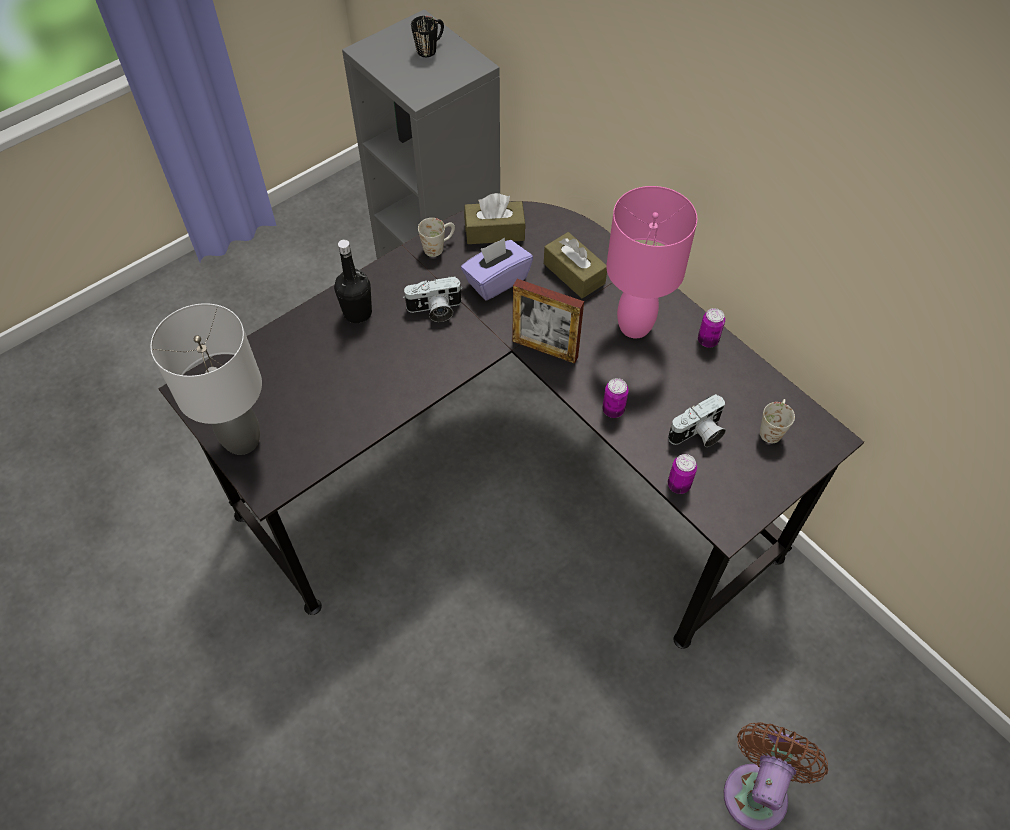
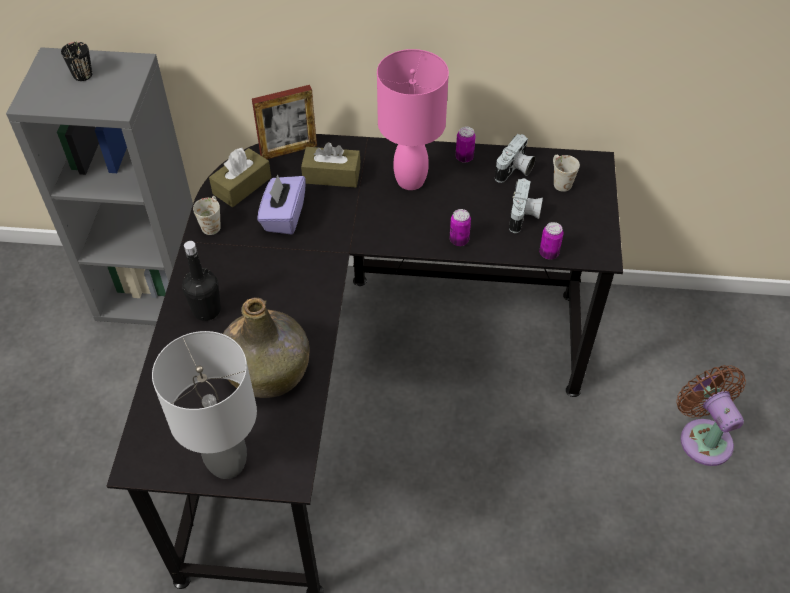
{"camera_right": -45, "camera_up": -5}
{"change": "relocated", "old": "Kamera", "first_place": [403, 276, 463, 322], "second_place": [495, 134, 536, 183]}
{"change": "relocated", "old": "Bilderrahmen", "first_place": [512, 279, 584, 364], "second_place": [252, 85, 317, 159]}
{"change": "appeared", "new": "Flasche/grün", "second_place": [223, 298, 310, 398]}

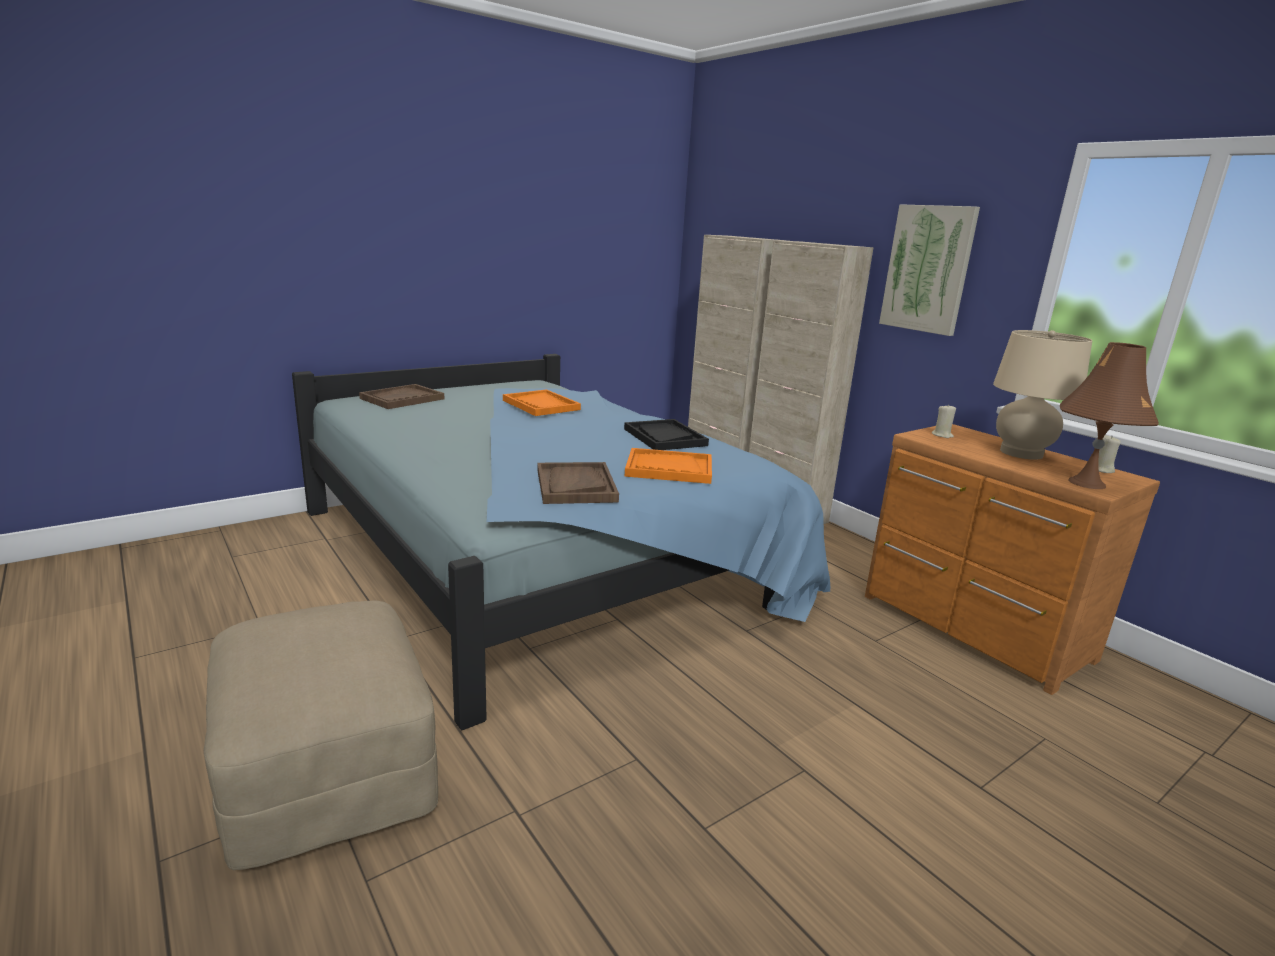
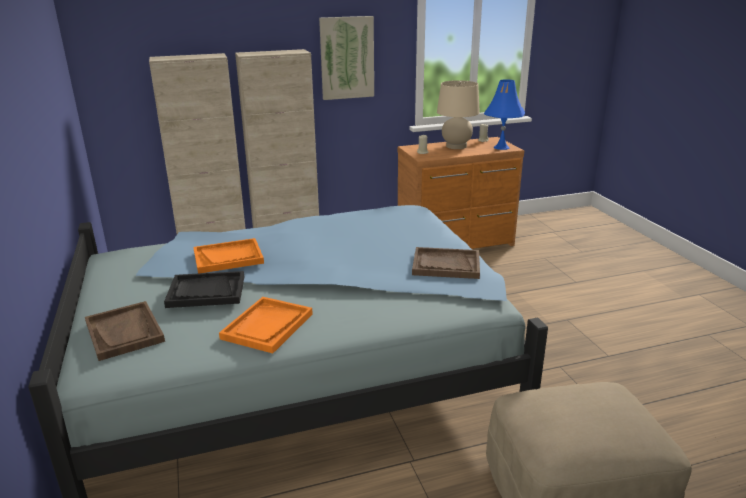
{"camera_right": -70, "camera_up": 5}
{"change": "colour", "old": "Tischlampe/braun", "new": "Tischlampe/blau", "first_place": [1060, 342, 1159, 489], "second_place": [484, 79, 525, 150]}
{"change": "relocated", "old": "Tablett/schwarz", "first_place": [624, 419, 709, 450], "second_place": [164, 271, 244, 308]}
{"change": "relocated", "old": "Tablett/orange", "first_place": [625, 448, 712, 484], "second_place": [219, 297, 313, 353]}

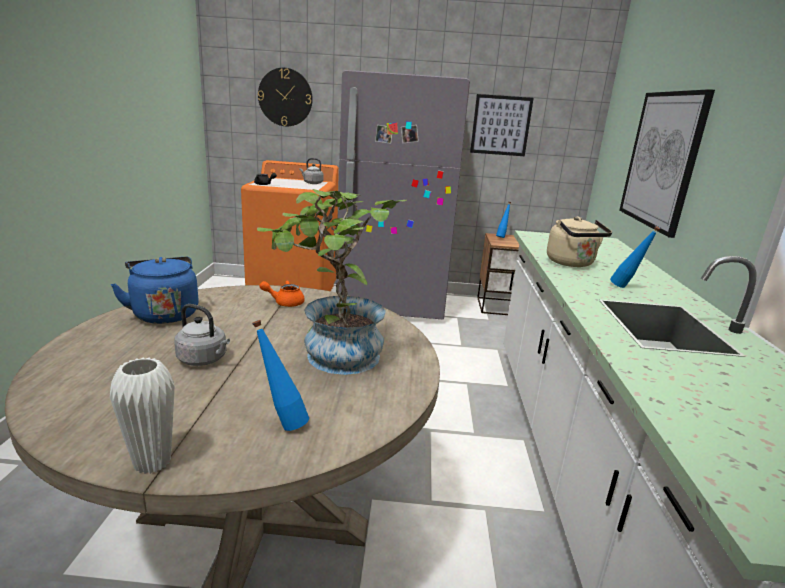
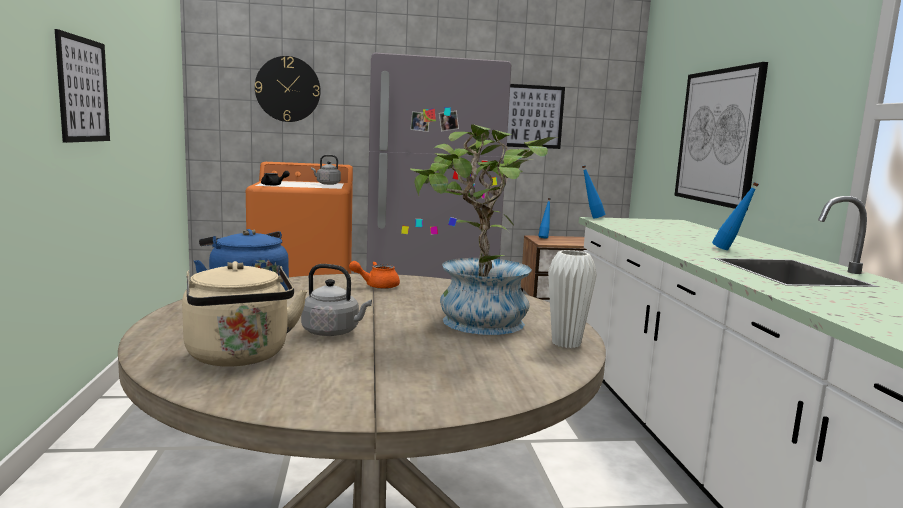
{"camera_right": -10, "camera_up": -10}
{"change": "relocated", "old": "Wasserkessel/beige", "first_place": [547, 217, 612, 267], "second_place": [182, 261, 308, 367]}
{"change": "relocated", "old": "Flasche/blau", "first_place": [252, 320, 309, 431], "second_place": [582, 165, 606, 219]}
{"change": "relocated", "old": "Vase/weiß", "first_place": [110, 357, 175, 474], "second_place": [548, 250, 597, 348]}
{"change": "appeared", "new": "Bild", "second_place": [55, 29, 110, 143]}

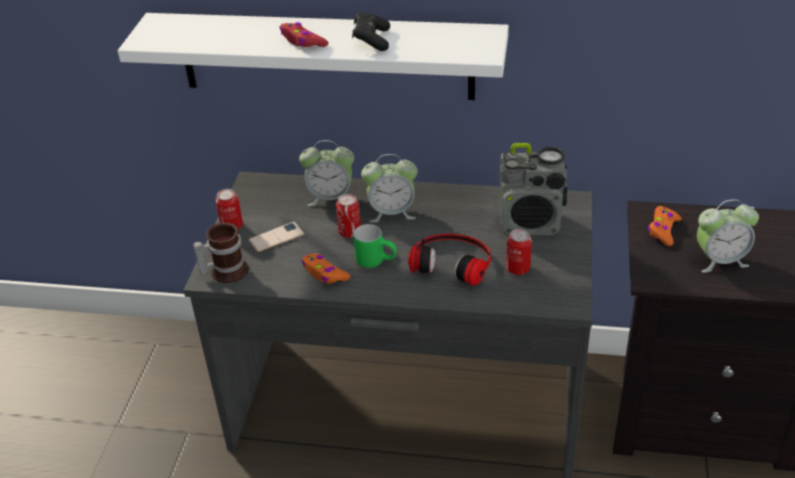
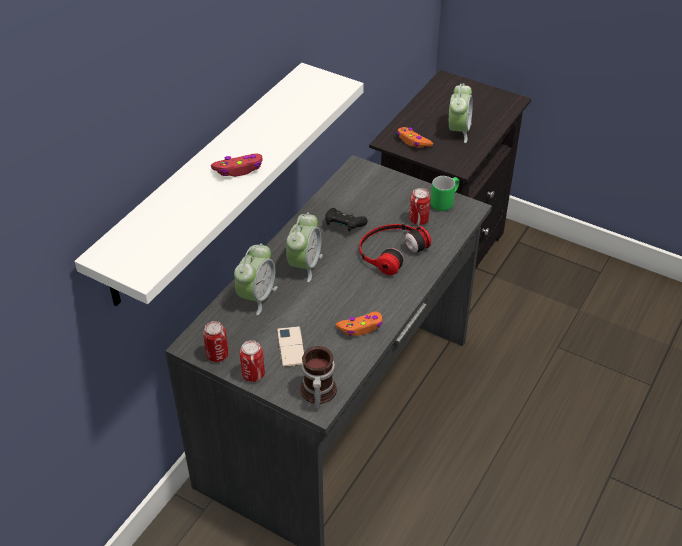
{"camera_right": -70, "camera_up": 5}
{"change": "relocated", "old": "Gamepad/schwarz", "first_place": [352, 12, 390, 51], "second_place": [325, 208, 368, 232]}
{"change": "missing", "old": "Radio", "first_place": [499, 143, 567, 235]}
{"change": "relocated", "old": "Dose", "first_place": [336, 194, 361, 238], "second_place": [203, 321, 229, 362]}
{"change": "relocated", "old": "Henkelbecher/grün", "first_place": [354, 224, 397, 268], "second_place": [431, 176, 459, 211]}

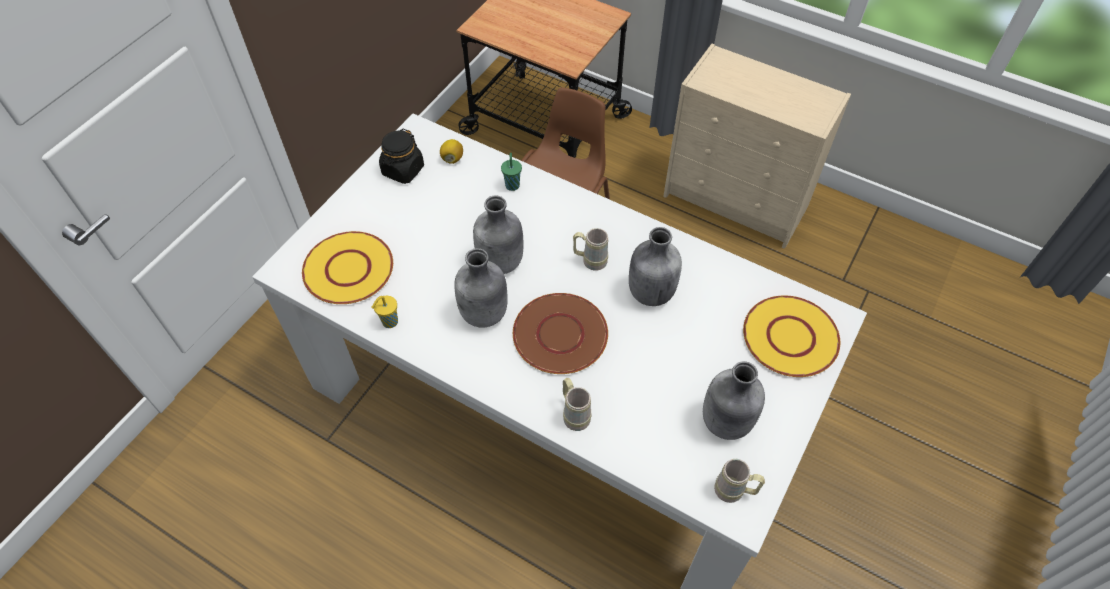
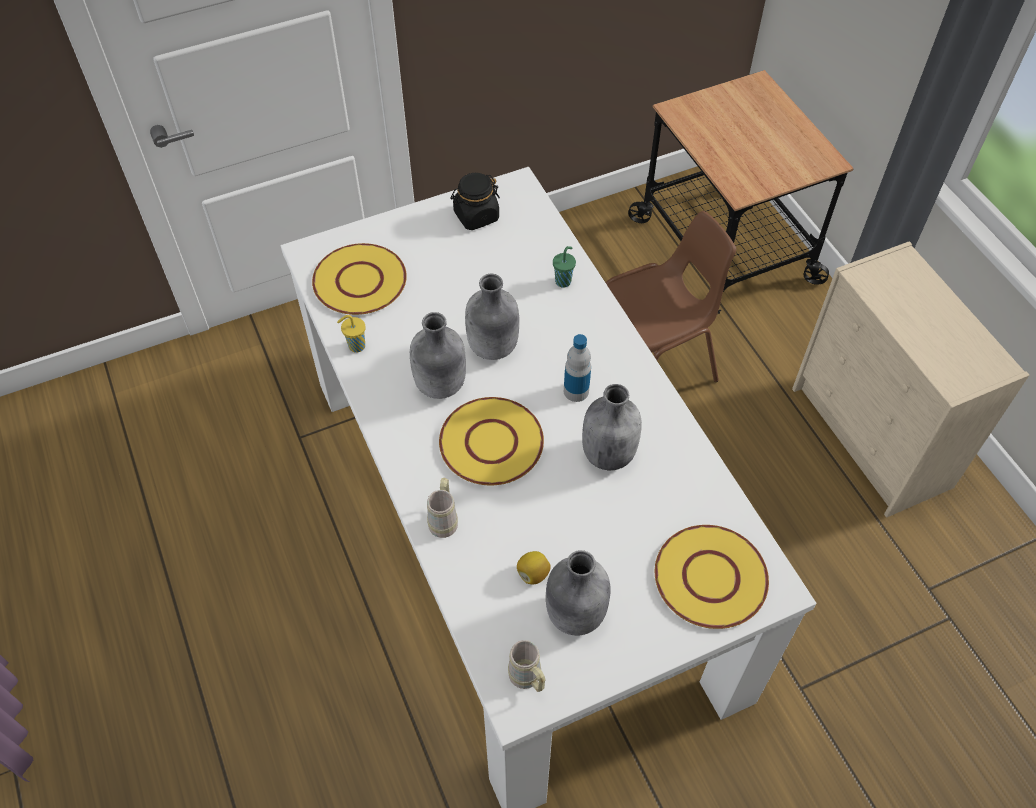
{"camera_right": 35, "camera_up": 0}
{"change": "relocated", "old": "Zitrone", "first_place": [440, 139, 463, 164], "second_place": [517, 551, 551, 585]}
{"change": "exchanged", "old": "Henkelbecher/beige", "new": "Flasche", "first_place": [573, 228, 608, 271], "second_place": [564, 334, 591, 402]}
{"change": "colour", "old": "Teller/braun", "new": "Teller/gelb", "first_place": [513, 293, 608, 374], "second_place": [439, 397, 544, 485]}

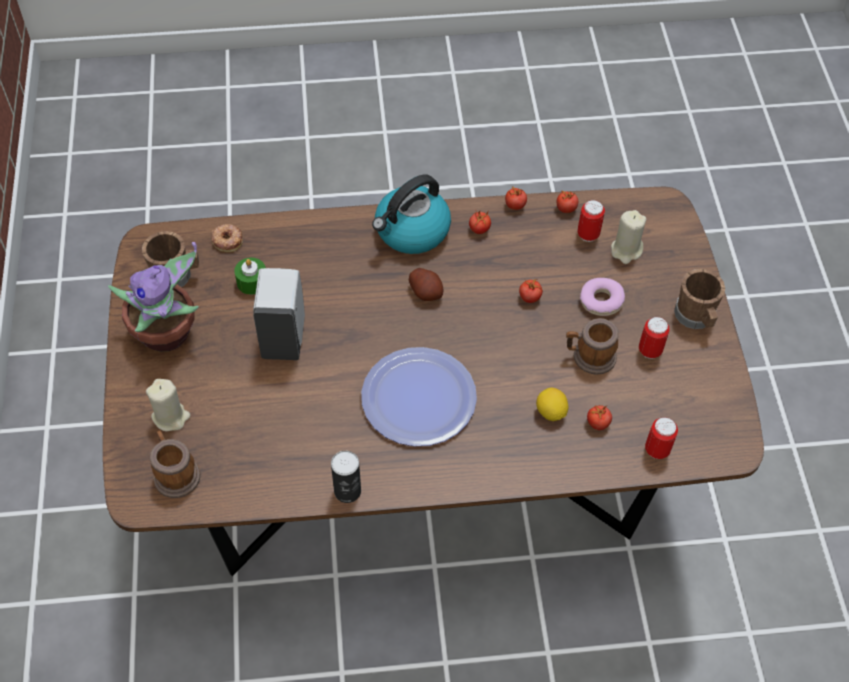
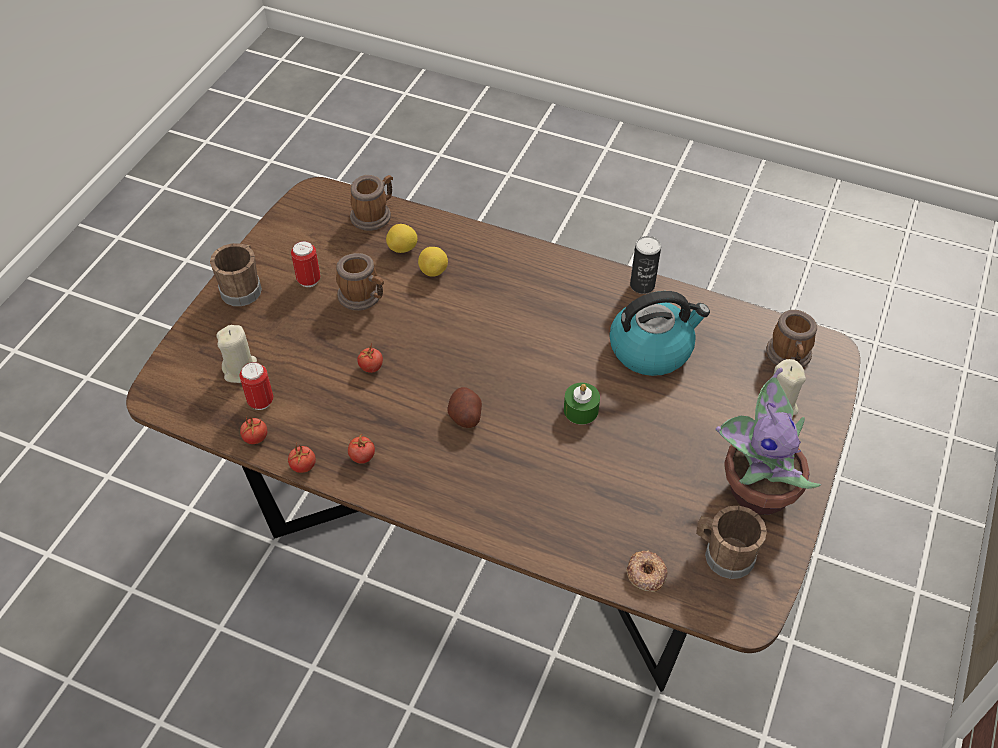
{"camera_right": -150, "camera_up": -5}
{"change": "relocated", "old": "Wasserkessel", "first_place": [372, 174, 451, 254], "second_place": [609, 291, 710, 376]}
{"change": "relocated", "old": "Kerze/grün", "first_place": [234, 258, 266, 295], "second_place": [564, 383, 600, 425]}
{"change": "missing", "old": "Seifenspender/weiß", "first_place": [253, 268, 305, 360]}
{"change": "missing", "old": "Donut", "first_place": [580, 278, 625, 316]}
{"change": "missing", "old": "Teller", "first_place": [361, 347, 477, 446]}
{"change": "exchanged", "old": "Tomate", "new": "Zitrone", "first_place": [587, 405, 612, 430], "second_place": [386, 224, 417, 253]}
{"change": "exchanged", "old": "Dose", "new": "Henkelbecher", "first_place": [645, 417, 678, 459], "second_place": [350, 175, 393, 231]}

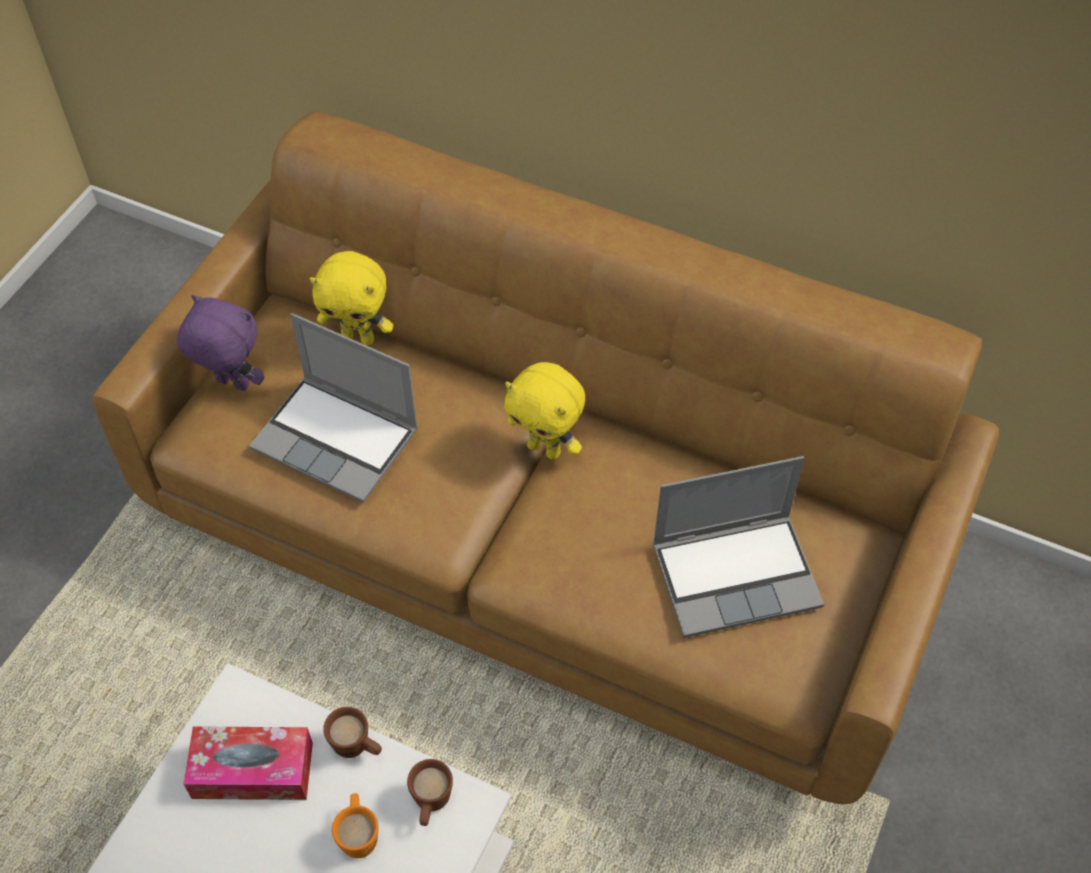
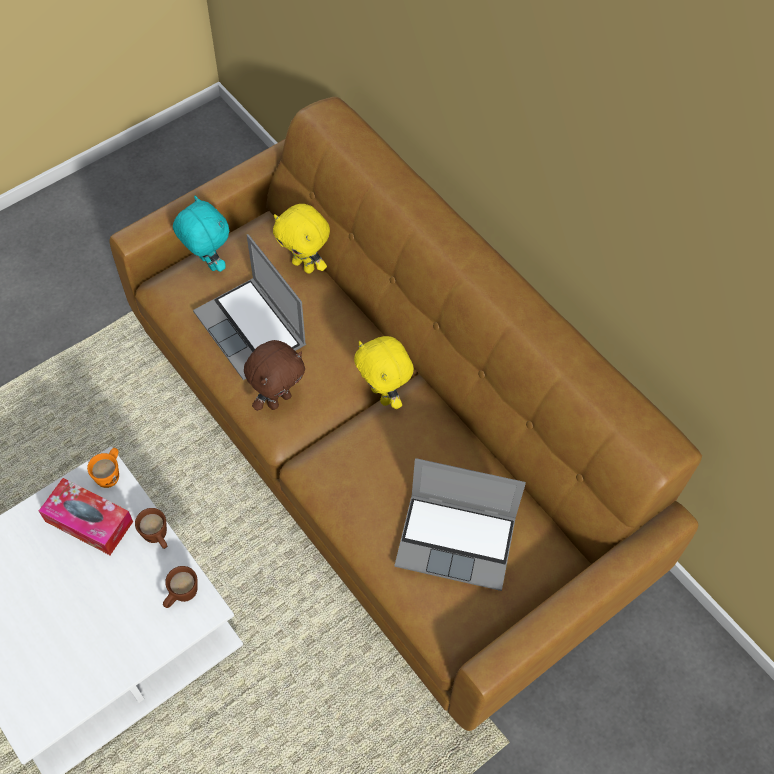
{"camera_right": 25, "camera_up": 5}
{"change": "colour", "old": "Plüschtier/lila", "new": "Plüschtier/türkis", "first_place": [177, 295, 264, 391], "second_place": [173, 196, 229, 272]}
{"change": "relocated", "old": "Henkelbecher/orange", "first_place": [332, 793, 379, 858], "second_place": [87, 448, 119, 488]}
{"change": "appeared", "new": "Plüschtier/braun", "second_place": [244, 340, 305, 411]}

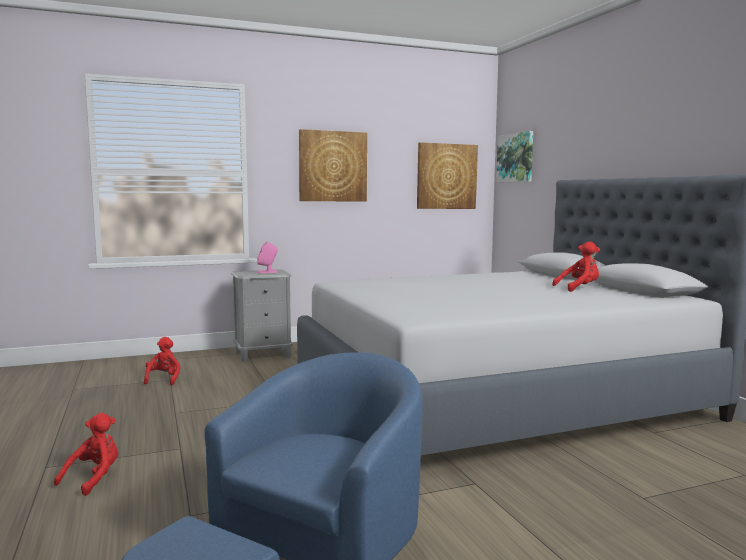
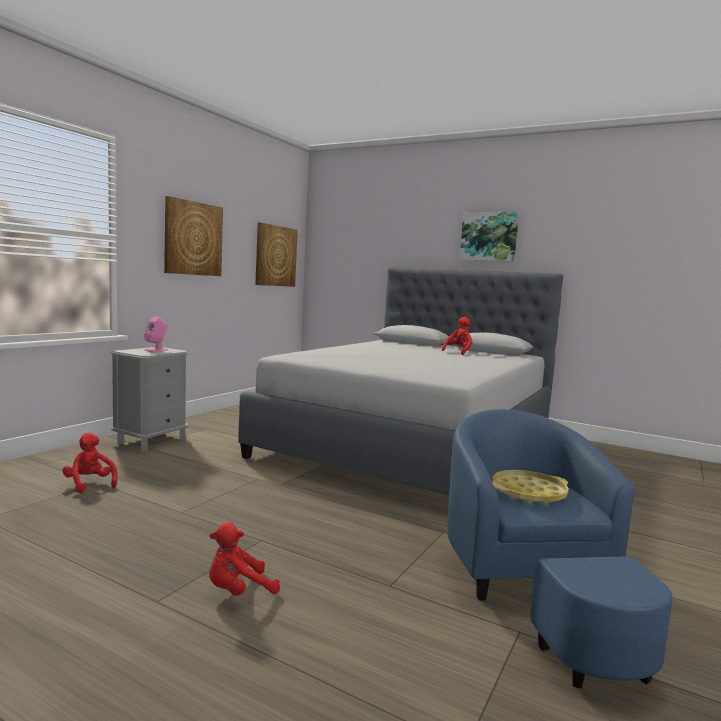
{"camera_right": -40, "camera_up": 0}
{"change": "relocated", "old": "Bild", "first_place": [496, 131, 533, 183], "second_place": [460, 212, 519, 262]}
{"change": "spun", "old": "Plüschtier/rot", "first_place": [54, 413, 118, 496], "second_place": [209, 522, 280, 596], "degrees": -105}
{"change": "appeared", "new": "Tablett/gelb", "second_place": [492, 470, 569, 504]}

